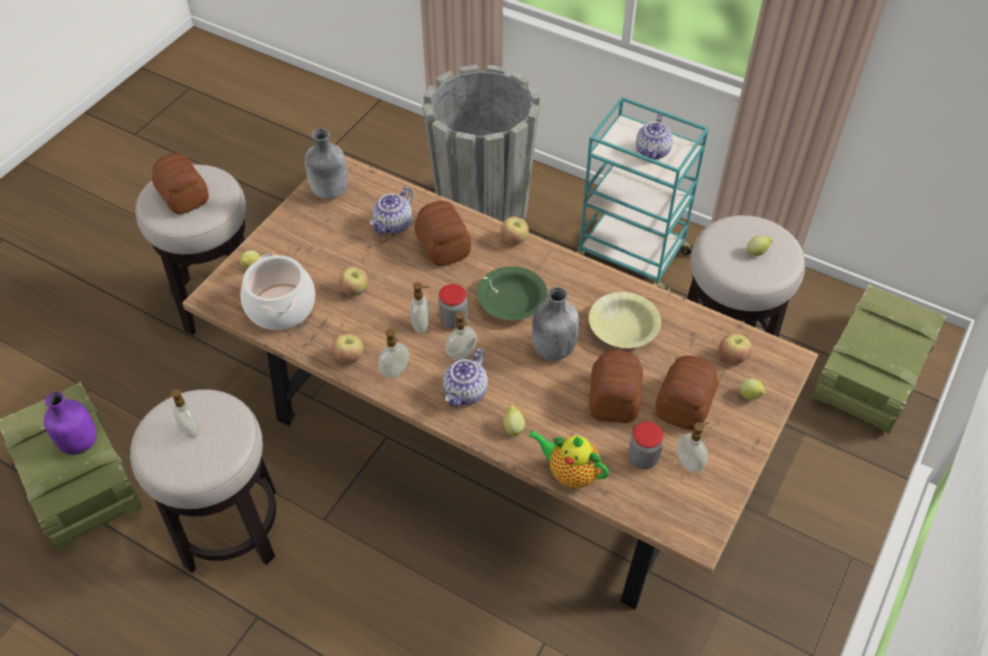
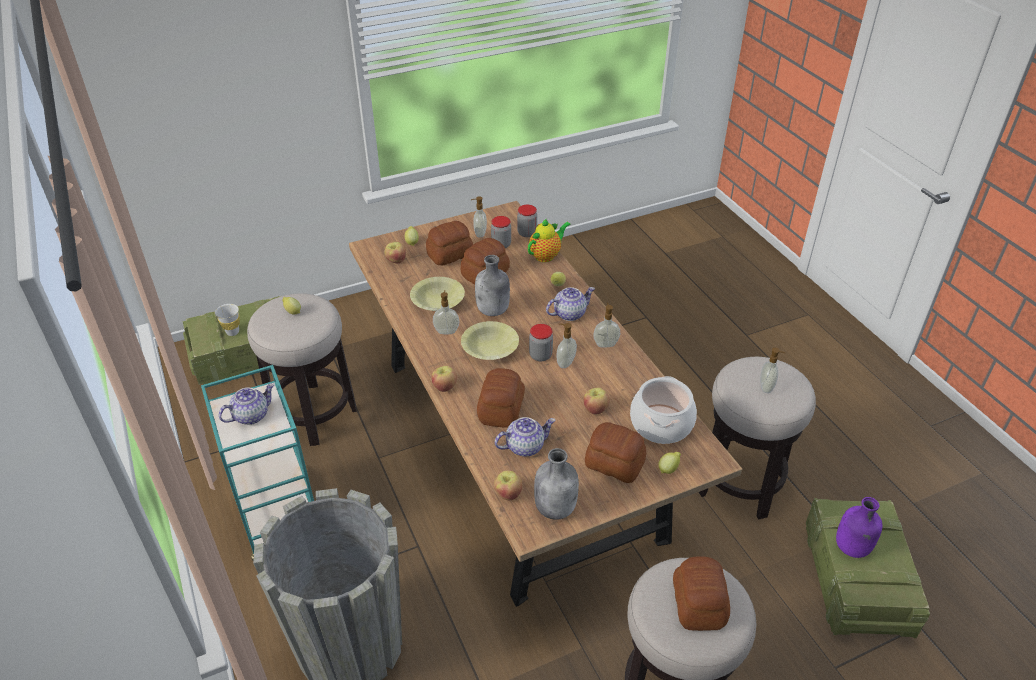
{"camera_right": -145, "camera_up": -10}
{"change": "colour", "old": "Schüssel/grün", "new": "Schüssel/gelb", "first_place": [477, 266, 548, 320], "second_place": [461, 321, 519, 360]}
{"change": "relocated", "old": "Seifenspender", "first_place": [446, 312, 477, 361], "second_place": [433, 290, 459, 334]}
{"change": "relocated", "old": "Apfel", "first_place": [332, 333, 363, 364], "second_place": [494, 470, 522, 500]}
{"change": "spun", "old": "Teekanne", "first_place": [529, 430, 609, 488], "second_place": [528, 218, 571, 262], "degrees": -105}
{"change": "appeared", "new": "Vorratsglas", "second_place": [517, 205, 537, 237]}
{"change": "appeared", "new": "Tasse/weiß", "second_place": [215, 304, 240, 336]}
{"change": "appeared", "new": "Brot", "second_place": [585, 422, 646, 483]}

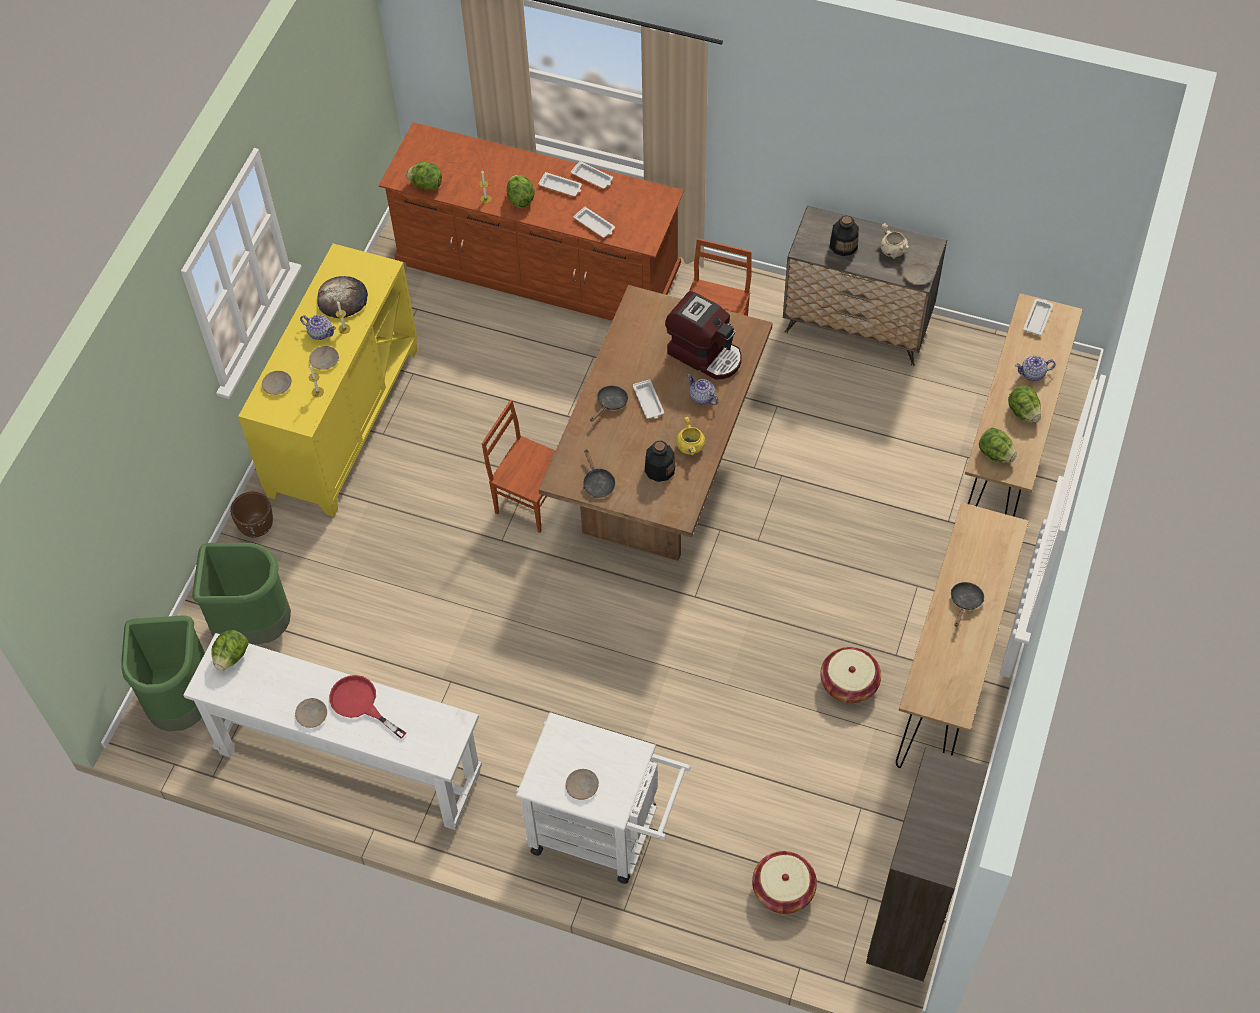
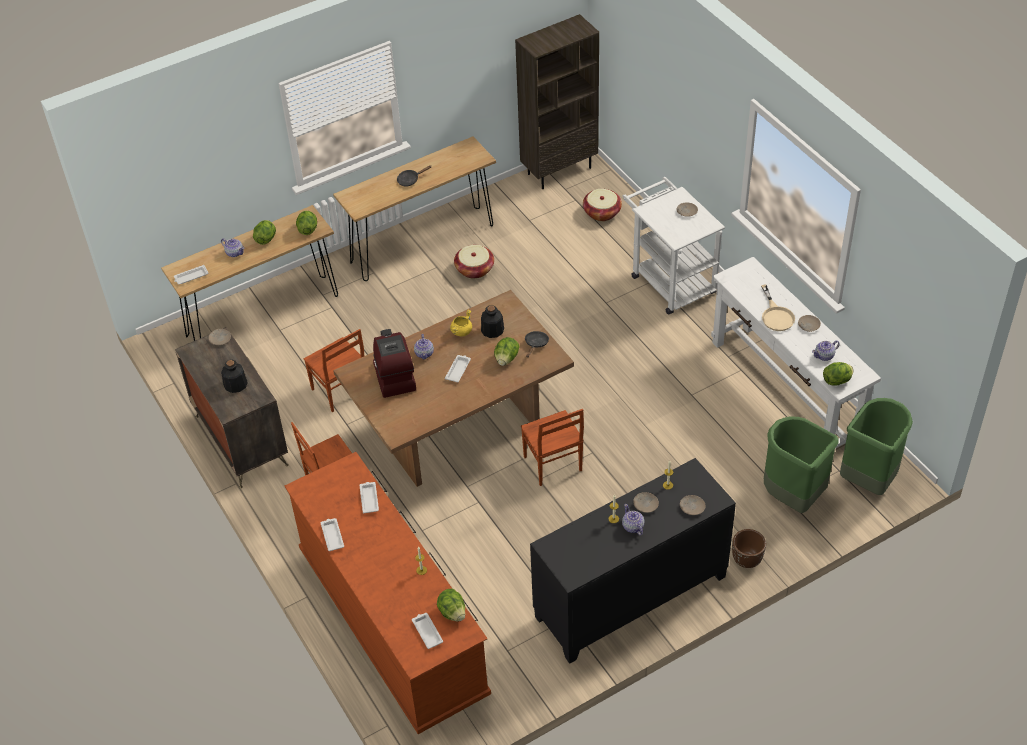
{"camera_right": -140, "camera_up": -10}
{"change": "relocated", "old": "Tablett/weiß", "first_place": [538, 172, 582, 196], "second_place": [412, 613, 443, 649]}
{"change": "relocated", "old": "Salatkopf", "first_place": [507, 175, 535, 208], "second_place": [494, 337, 520, 366]}
{"change": "missing", "old": "Kochtopf/beige", "first_place": [881, 223, 910, 257]}
{"change": "colour", "old": "Schrank/gelb", "new": "Schrank/schwarz", "first_place": [238, 244, 417, 517], "second_place": [530, 458, 736, 664]}
{"change": "missing", "old": "Brot", "first_place": [317, 276, 368, 318]}
{"change": "missing", "old": "Pfanne/schwarz", "first_place": [590, 386, 628, 421]}
{"change": "colour", "old": "Pfanne/rot", "new": "Pfanne/beige", "first_place": [329, 675, 406, 739], "second_place": [761, 285, 795, 331]}
{"change": "appeared", "new": "Stuhl/braun", "second_place": [304, 329, 364, 412]}
{"change": "appeared", "new": "Teekanne", "second_place": [812, 340, 840, 361]}

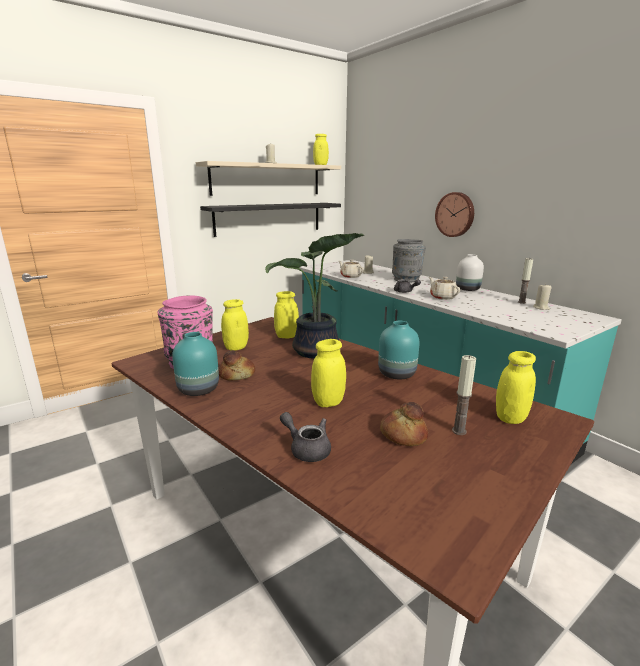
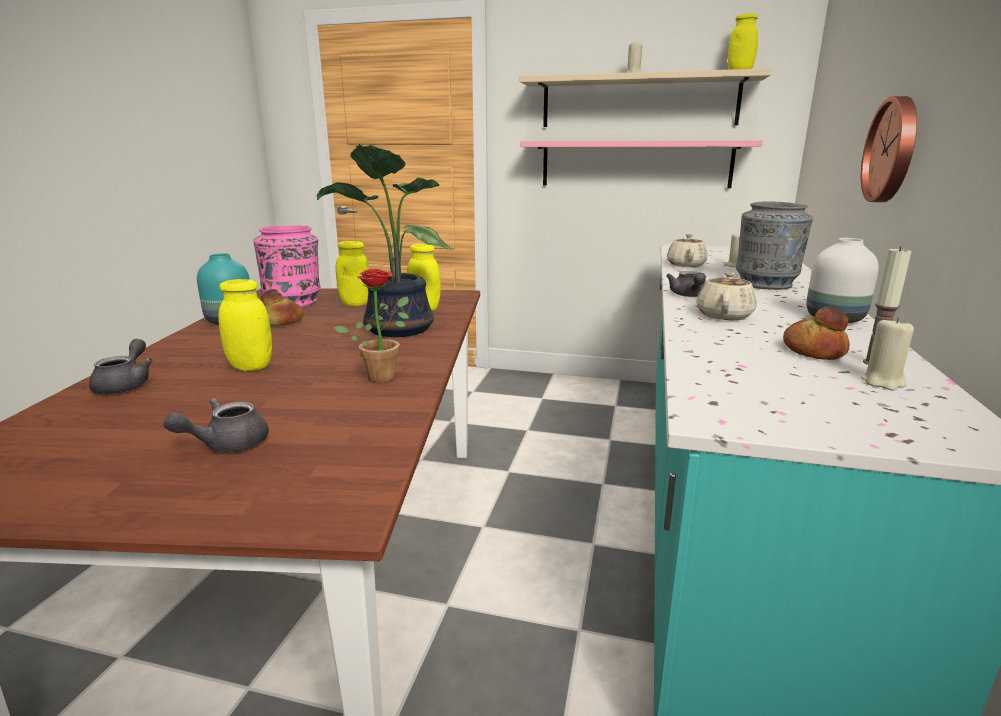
{"camera_right": 50, "camera_up": 0}
{"change": "colour", "old": "Wandregal/schwarz", "new": "Wandregal/rosa", "first_place": [200, 203, 341, 237], "second_place": [520, 140, 763, 188]}
{"change": "exchanged", "old": "Vase/türkis", "new": "Topfpflanze", "first_place": [378, 321, 419, 379], "second_place": [334, 269, 409, 383]}
{"change": "missing", "old": "Vorratsglas/gelb", "first_place": [496, 351, 536, 424]}
{"change": "exchanged", "old": "Kerze", "new": "Teekanne/grau", "first_place": [452, 355, 476, 435], "second_place": [163, 398, 269, 452]}
{"change": "relocated", "old": "Brot", "first_place": [380, 402, 428, 446], "second_place": [783, 306, 850, 360]}

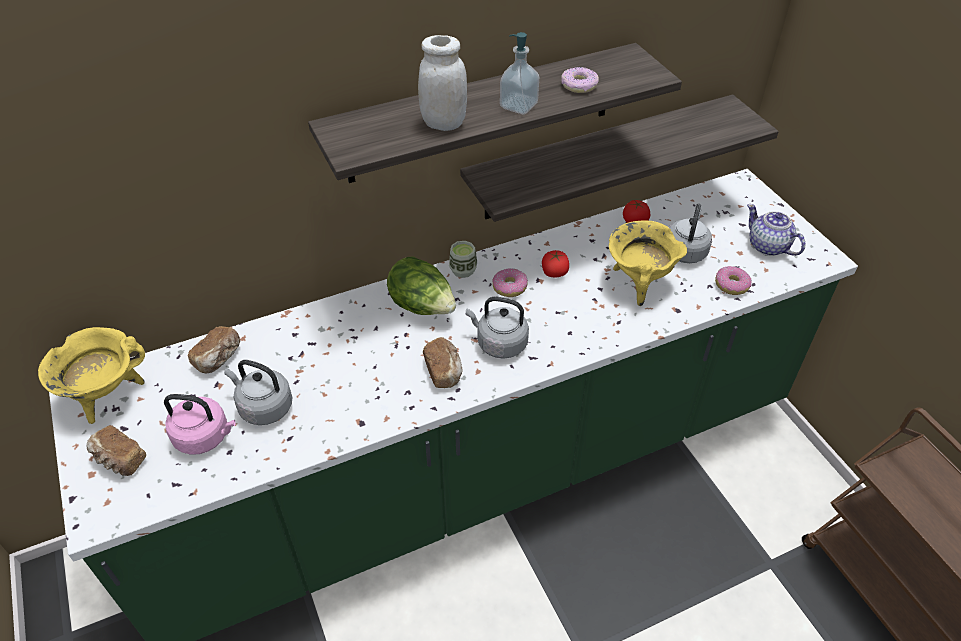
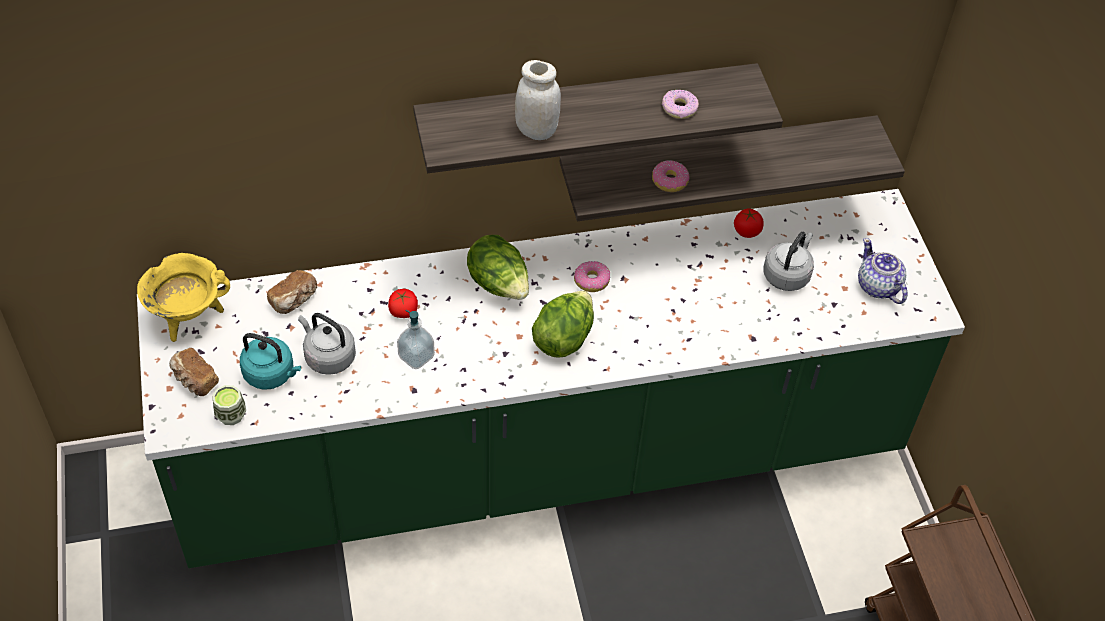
{"camera_right": 10, "camera_up": 5}
{"change": "relocated", "old": "Seifenspender", "first_place": [500, 32, 539, 114], "second_place": [397, 310, 435, 369]}
{"change": "missing", "old": "Kochtopf/gelb", "first_place": [609, 220, 687, 306]}
{"change": "relocated", "old": "Tasse", "first_place": [449, 241, 477, 278], "second_place": [213, 385, 246, 425]}
{"change": "relocated", "old": "Tomate", "first_place": [542, 250, 569, 277], "second_place": [388, 289, 418, 318]}
{"change": "relocated", "old": "Donut", "first_place": [715, 266, 752, 295], "second_place": [652, 160, 690, 192]}
{"change": "exchanged", "old": "Wasserkessel/grau", "new": "Salatkopf", "first_place": [466, 297, 529, 359], "second_place": [532, 291, 594, 357]}
{"change": "missing", "old": "Brot", "first_place": [423, 337, 462, 388]}
{"change": "colour", "old": "Wasserkessel/rosa", "new": "Wasserkessel/türkis", "first_place": [164, 394, 235, 455], "second_place": [240, 333, 301, 390]}

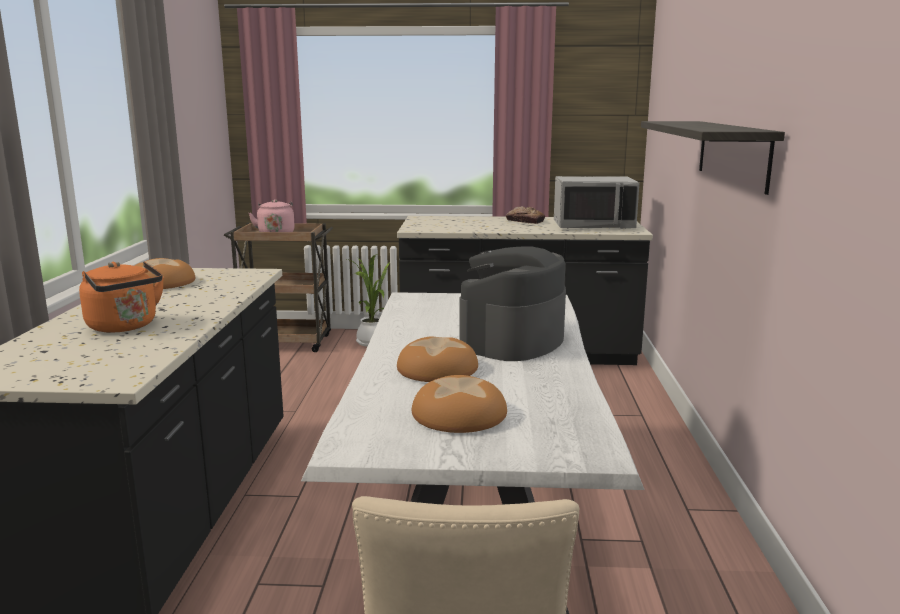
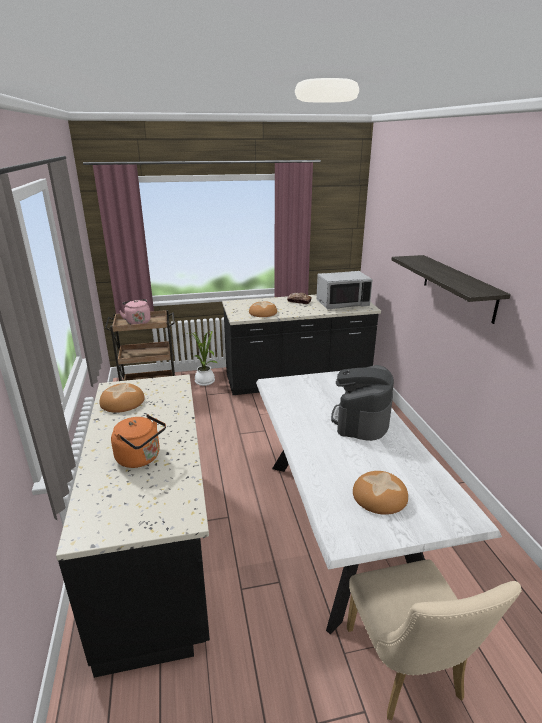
{"camera_right": -15, "camera_up": 10}
{"change": "relocated", "old": "Brot", "first_place": [397, 337, 478, 382], "second_place": [249, 301, 277, 317]}

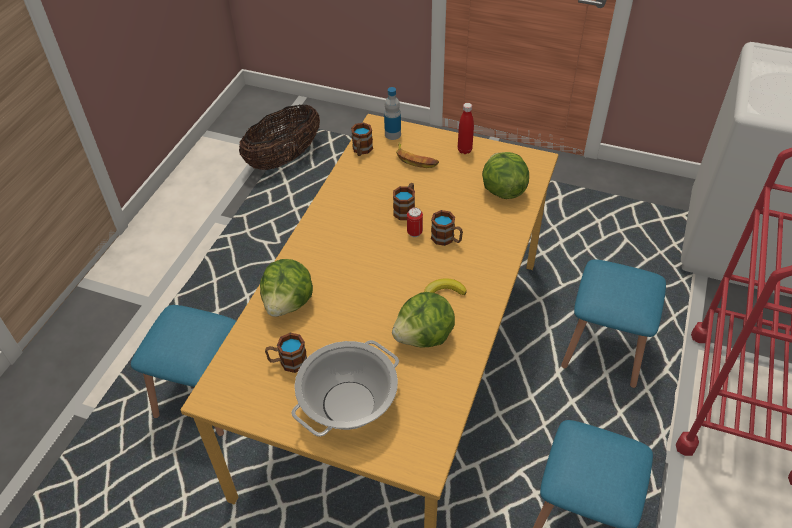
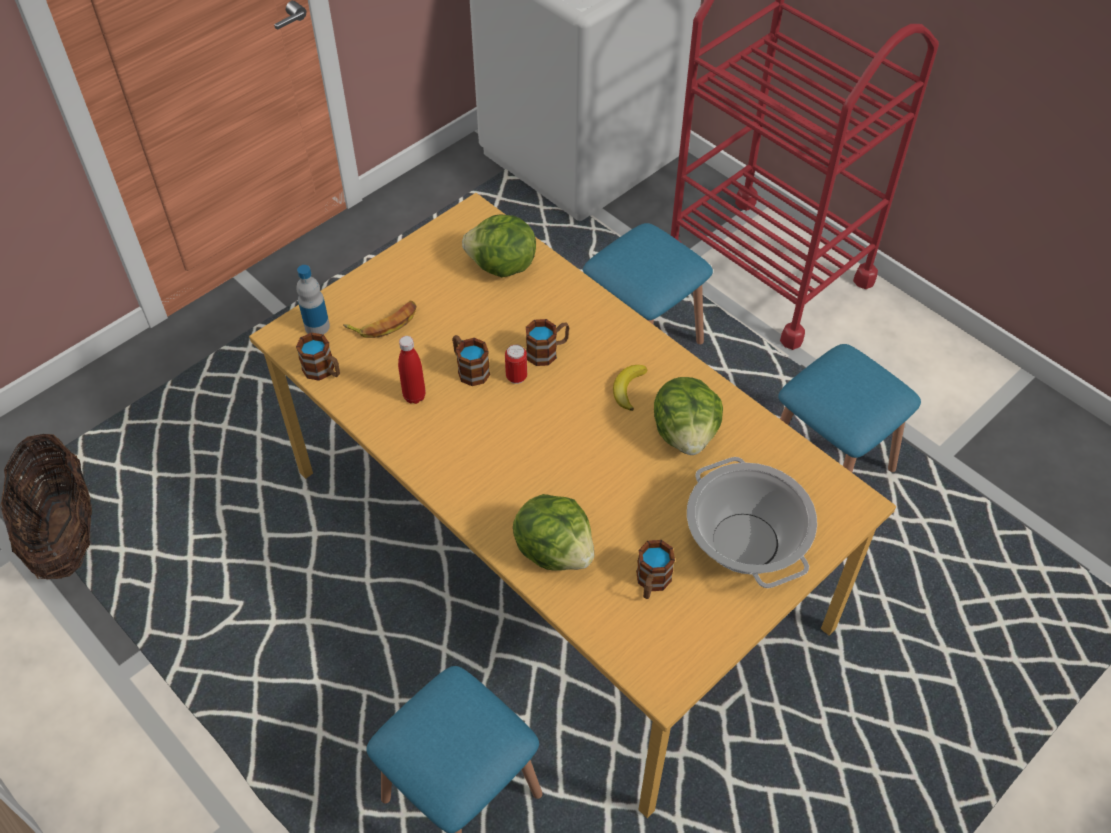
{"camera_right": -65, "camera_up": 5}
{"change": "relocated", "old": "Flasche/rot", "first_place": [458, 103, 474, 154], "second_place": [398, 336, 426, 404]}

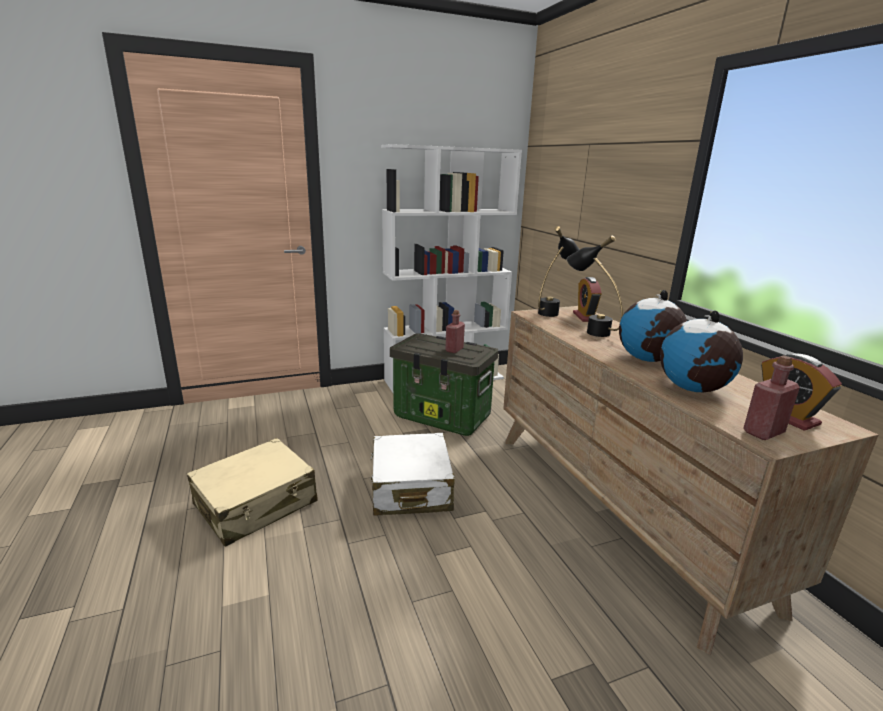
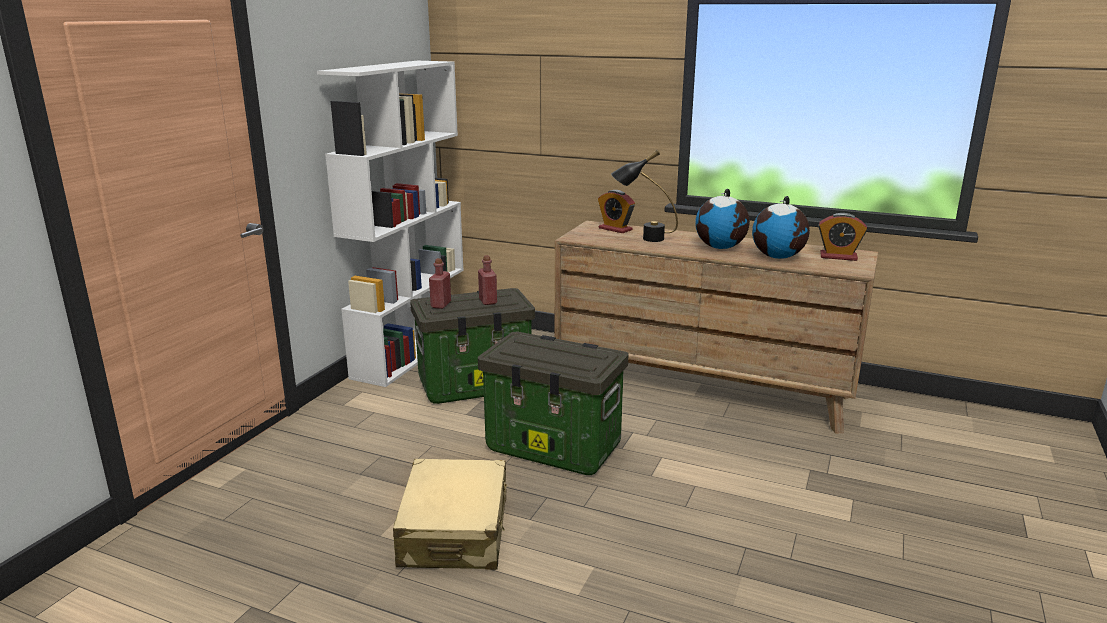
{"camera_right": -45, "camera_up": 0}
{"change": "missing", "old": "Tischlampe/schwarz", "first_place": [538, 226, 580, 317]}
{"change": "relocated", "old": "Flasche/rot", "first_place": [743, 356, 800, 440], "second_place": [429, 258, 451, 309]}
{"change": "exchanged", "old": "Koffer/weiß", "new": "Aufbewahrungsbox", "first_place": [370, 433, 455, 515], "second_place": [478, 332, 628, 475]}

